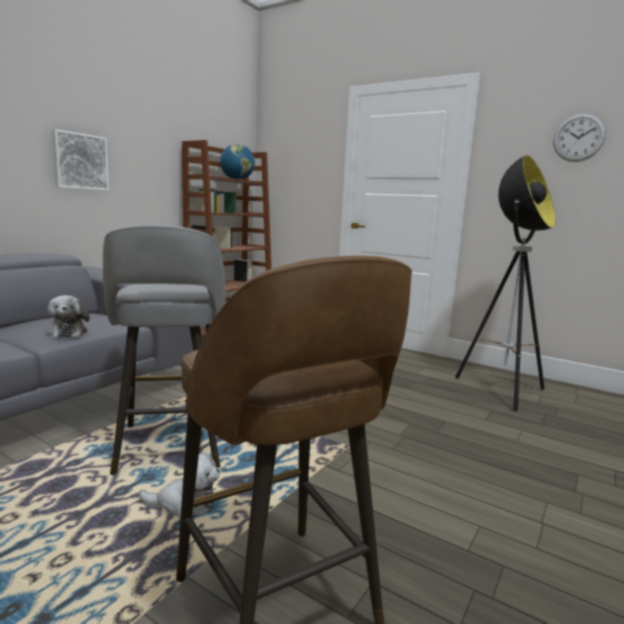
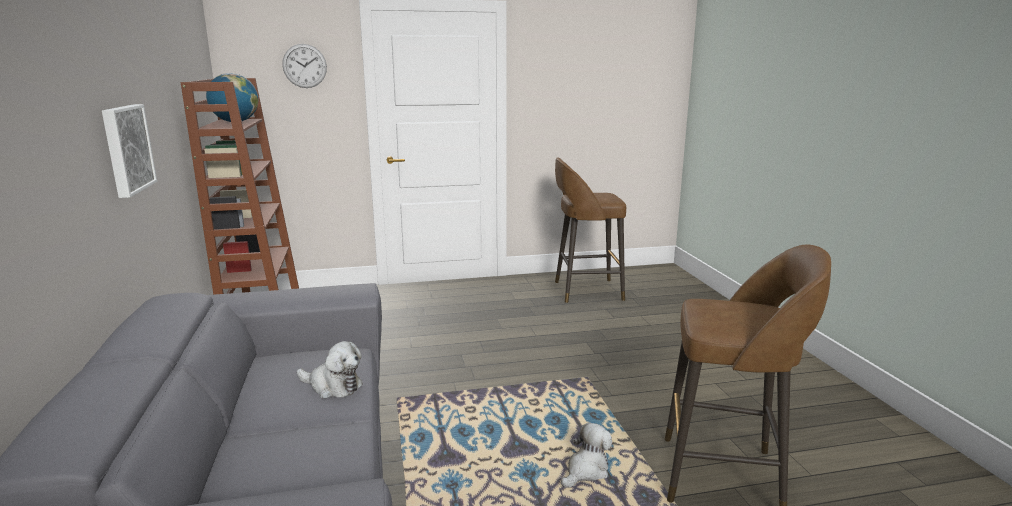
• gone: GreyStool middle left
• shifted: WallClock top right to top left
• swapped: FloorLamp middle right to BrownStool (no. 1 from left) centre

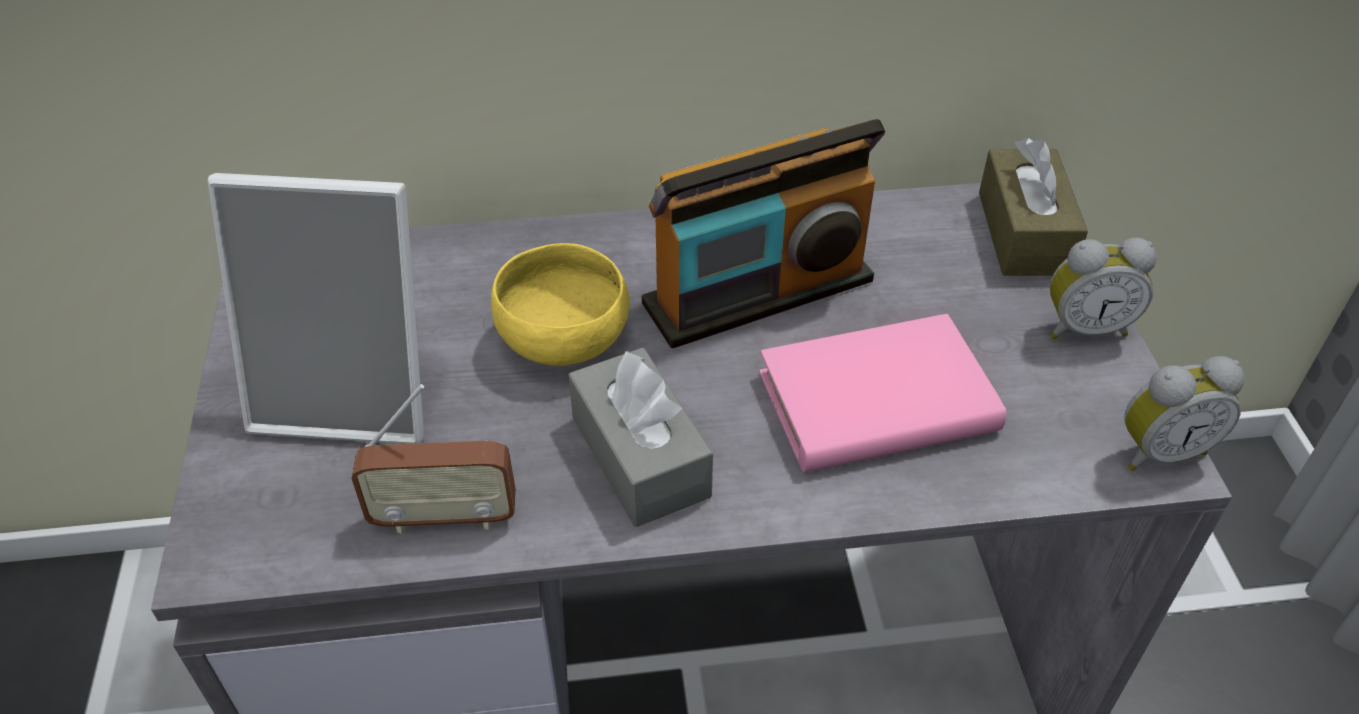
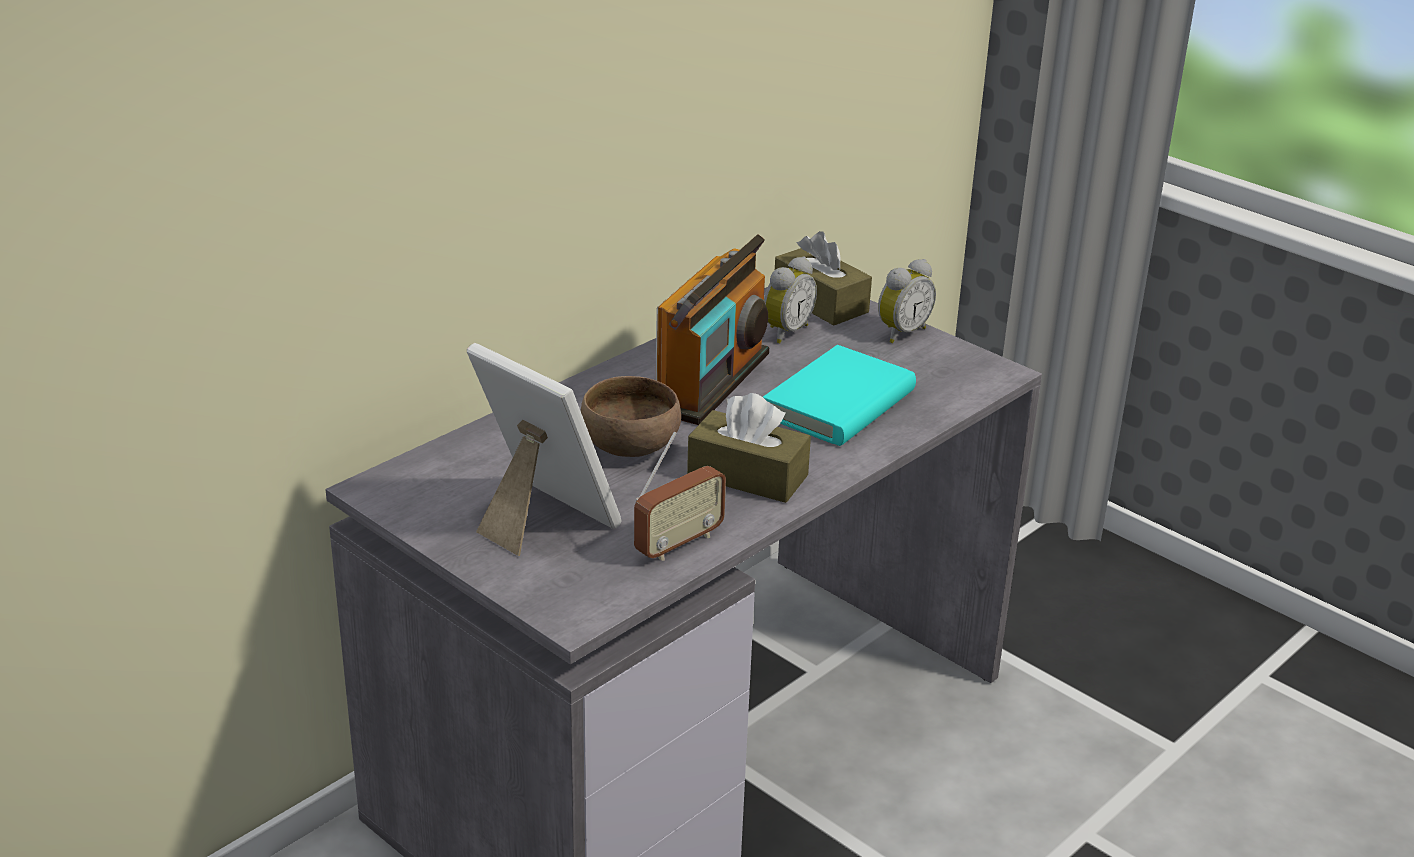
• shifted: AlarmClock (no. 2 from left in the first image) middle right to AlarmClock (no. 1 from left) centre
• repainted: YellowBowl centre to BrownBowl centre
• repainted: GreyTissueBox centre to BrownTissueBox (no. 1 from left) centre
• repainted: PinkBook centre to TurquoiseBook centre
• rotated: PictureFrame middle left = centre 105 degrees counterclockwise

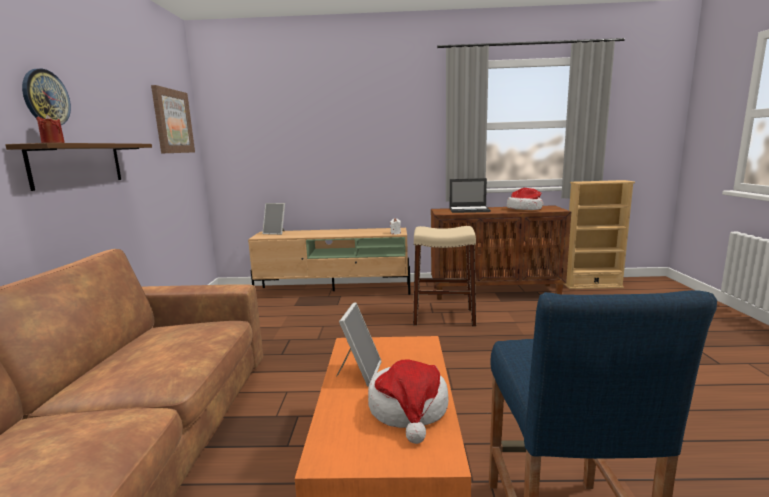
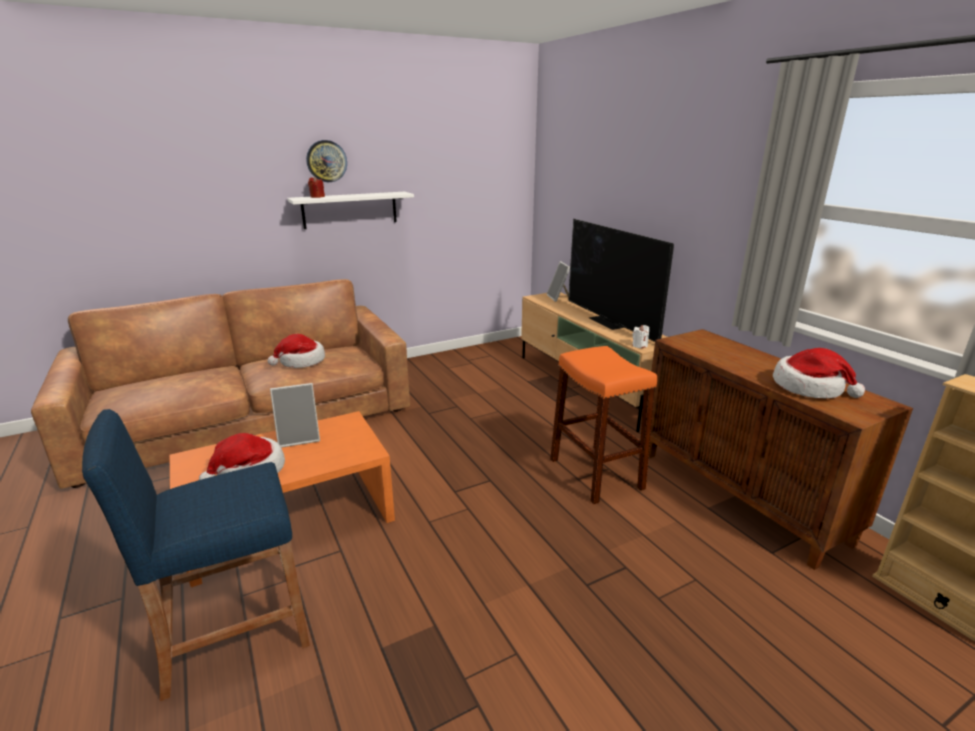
• gone: Picture top left
• gone: Laptop centre
• new: Hat (no. 2 from left) middle left
• new: Television centre
• repainted: BrownShelf middle left to WhiteShelf top centre
• repainted: BeigeStool centre to OrangeStool centre

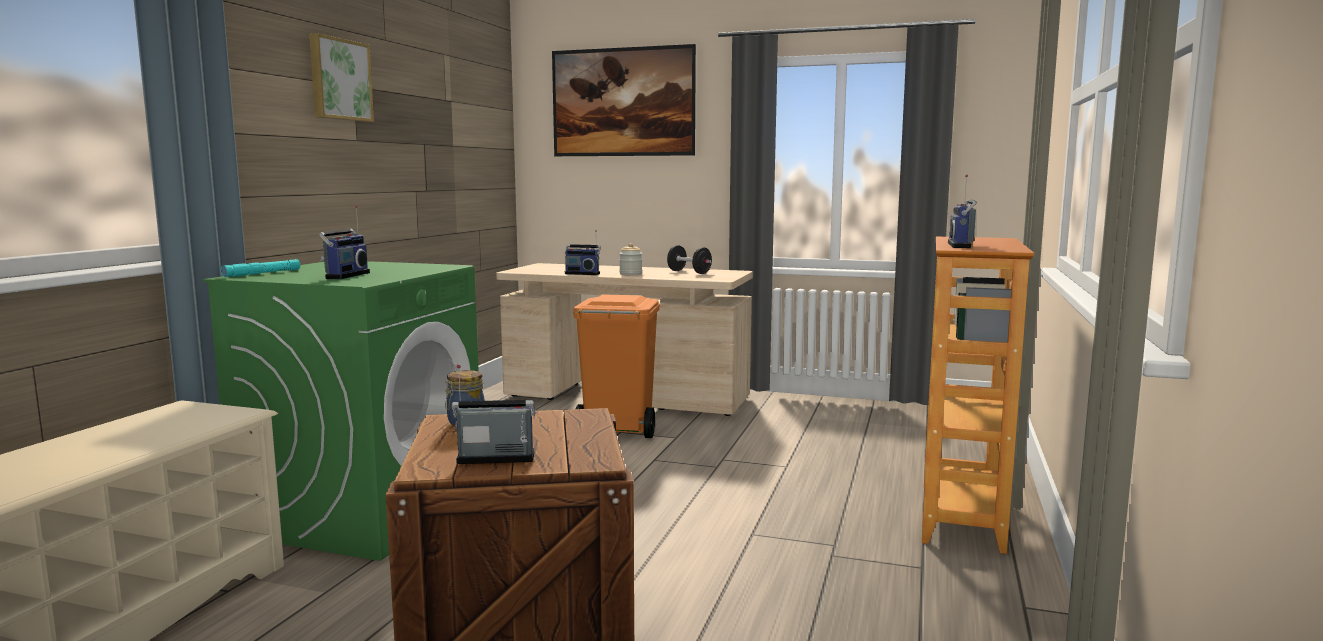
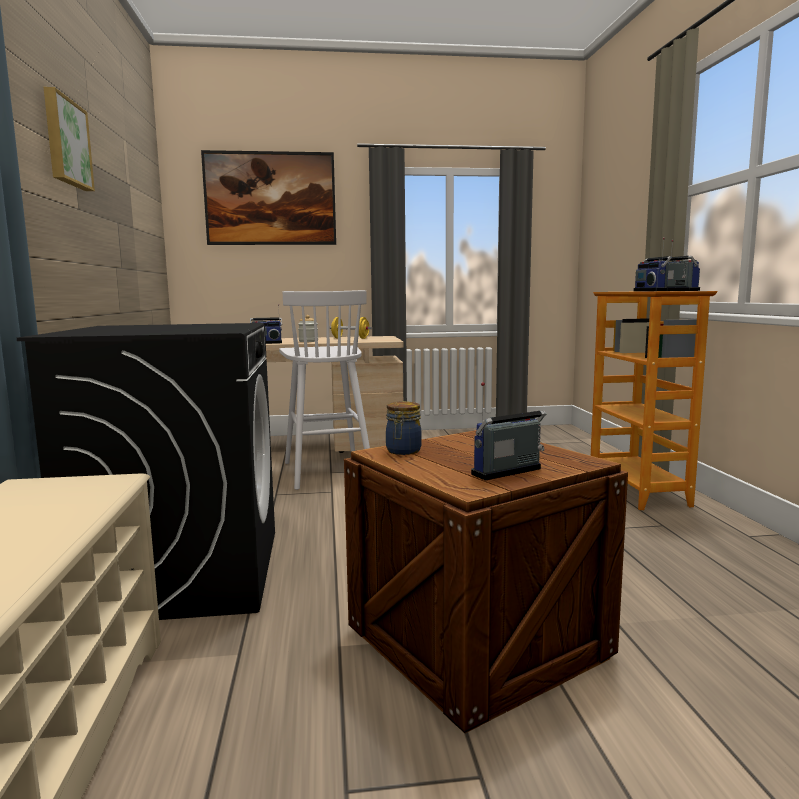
• gone: TurquoiseFlashlight middle left
• shifted: Radio (no. 1 from left in the first image) middle left to Radio (no. 4 from left) top right
• swapped: OrangeTrashCan centre to WhiteStool centre
• repainted: GreenWashingMachine middle left to BlackWashingMachine middle left
• repainted: BlackDumbbell centre to YellowDumbbell centre

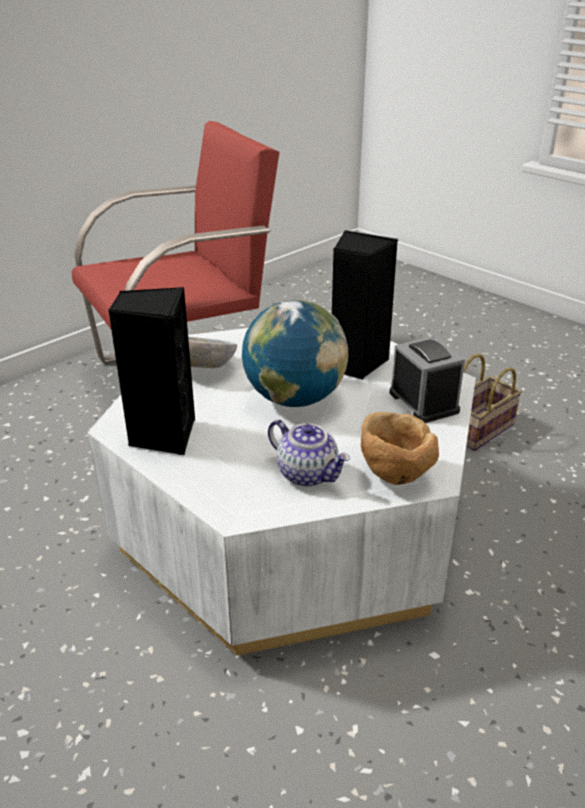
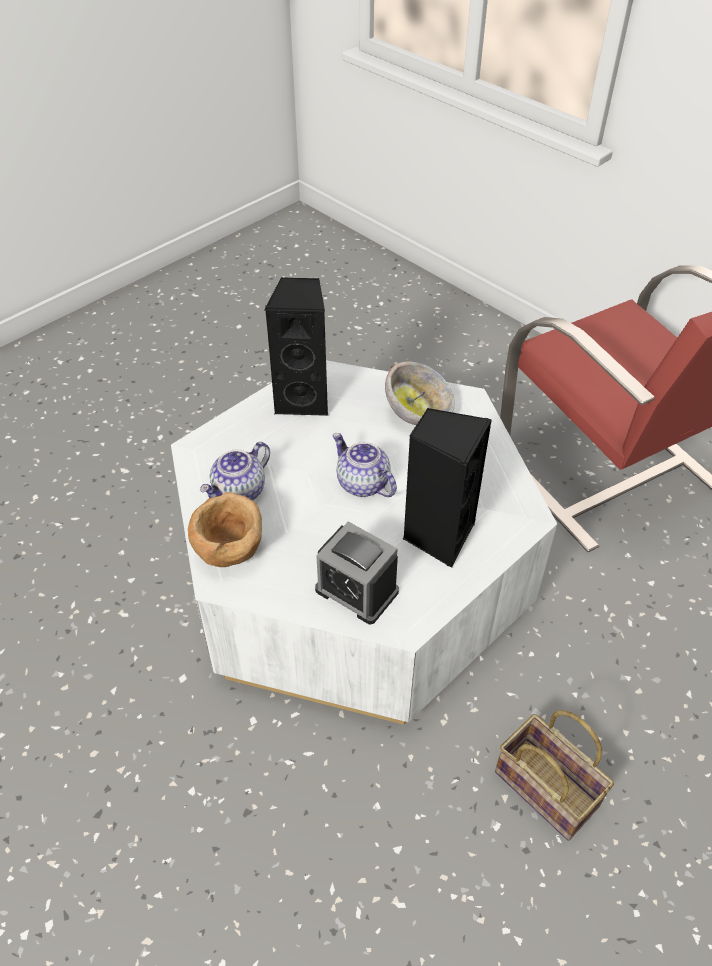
• swapped: Globe centre to Teapot (no. 2 from left) centre
• rotated: AlarmClock middle right = centre 60 degrees clockwise

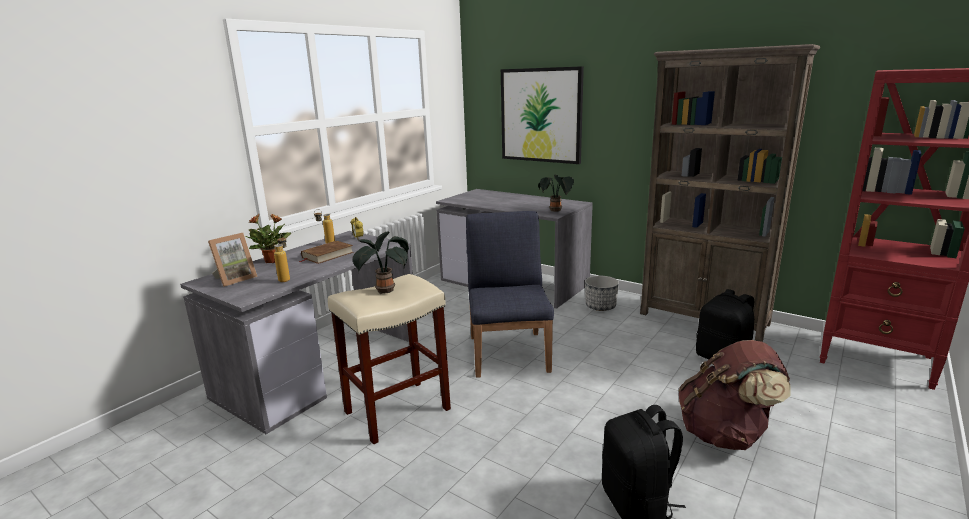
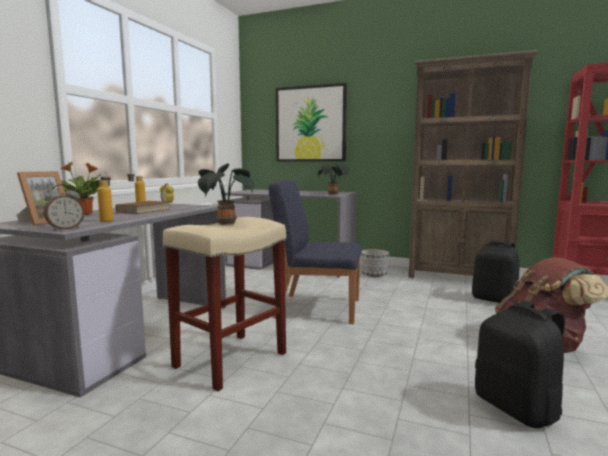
• new: AlarmClock (no. 1 from left) middle left
• rotated: BlueChair centre = centre 60 degrees counterclockwise

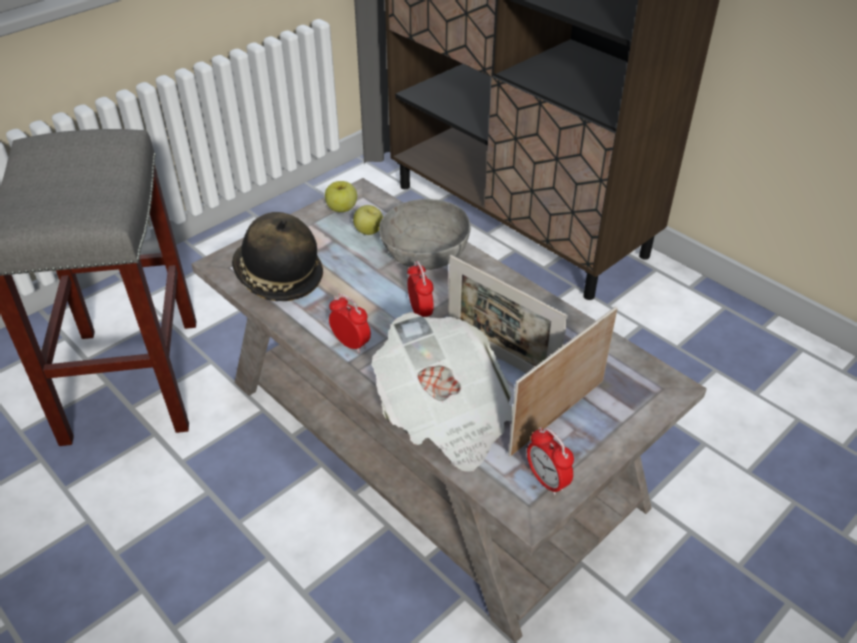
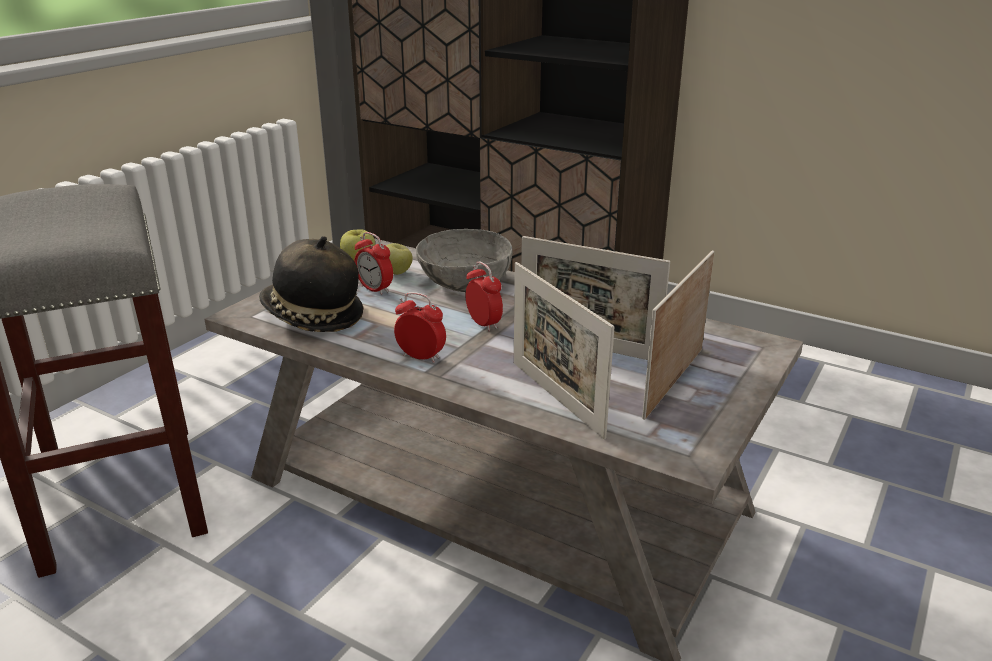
• shifted: AlarmClock (no. 3 from left in the first image) bottom centre to AlarmClock (no. 1 from left) centre
• swapped: Newspaper centre to PictureFrame (no. 1 from left) centre

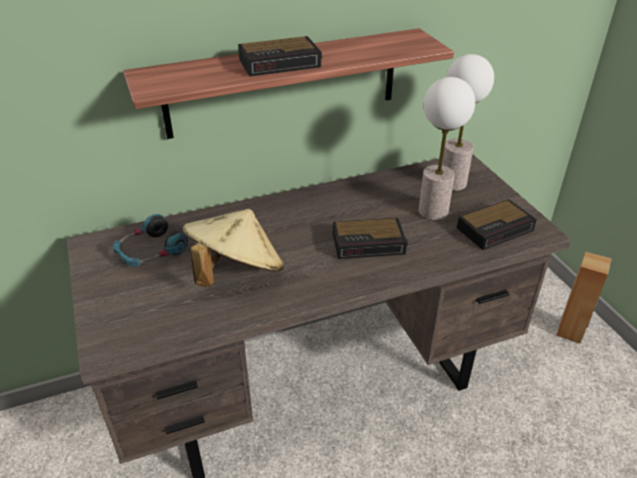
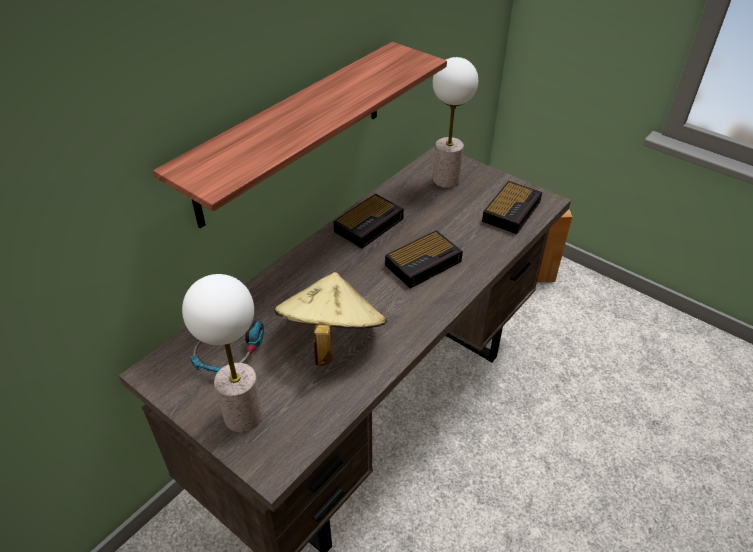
• shifted: AlarmClock (no. 1 from left) top centre to centre
• shifted: TableLamp (no. 1 from left) top right to middle left

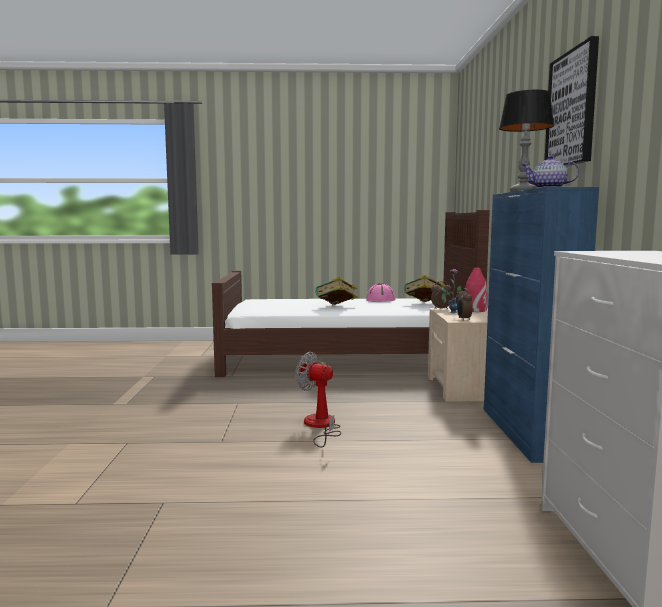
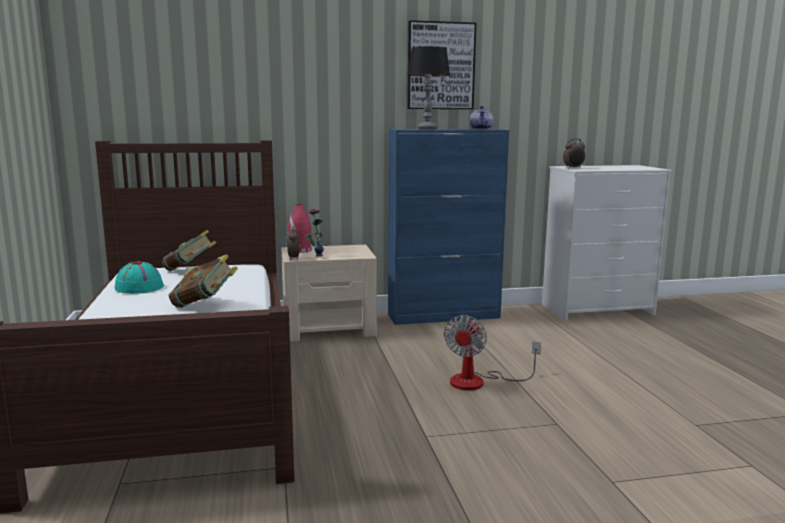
• shifted: AlarmClock (no. 2 from left) middle right to top right
• repainted: PinkHat centre to TurquoiseHat middle left

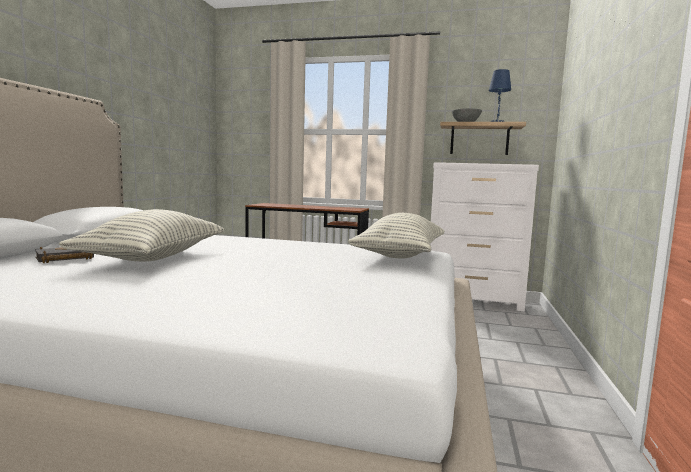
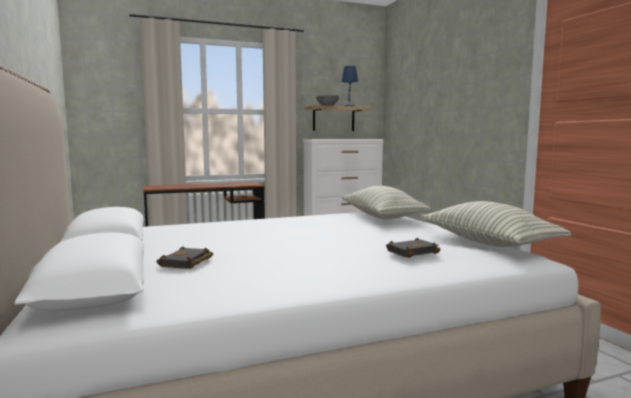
• new: BlackBook (no. 2 from left) centre
• shifted: Pillow (no. 1 from left in the first image) middle left to Pillow (no. 2 from left) middle right

